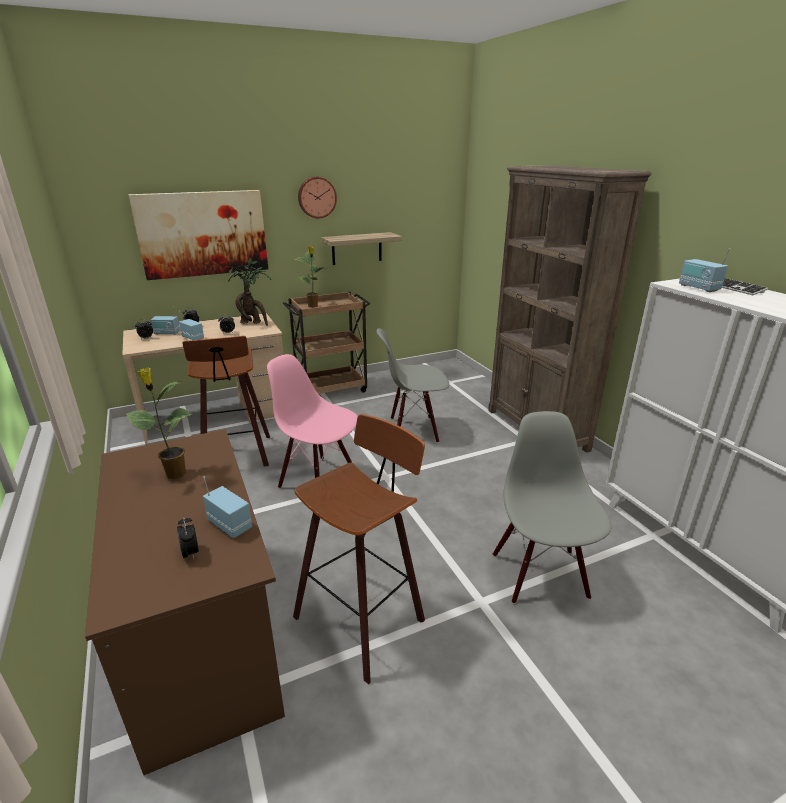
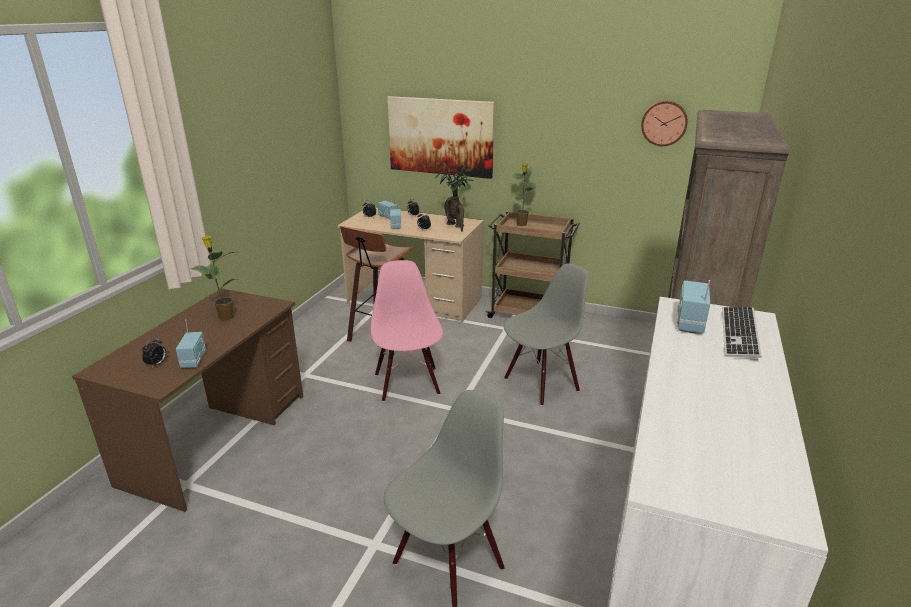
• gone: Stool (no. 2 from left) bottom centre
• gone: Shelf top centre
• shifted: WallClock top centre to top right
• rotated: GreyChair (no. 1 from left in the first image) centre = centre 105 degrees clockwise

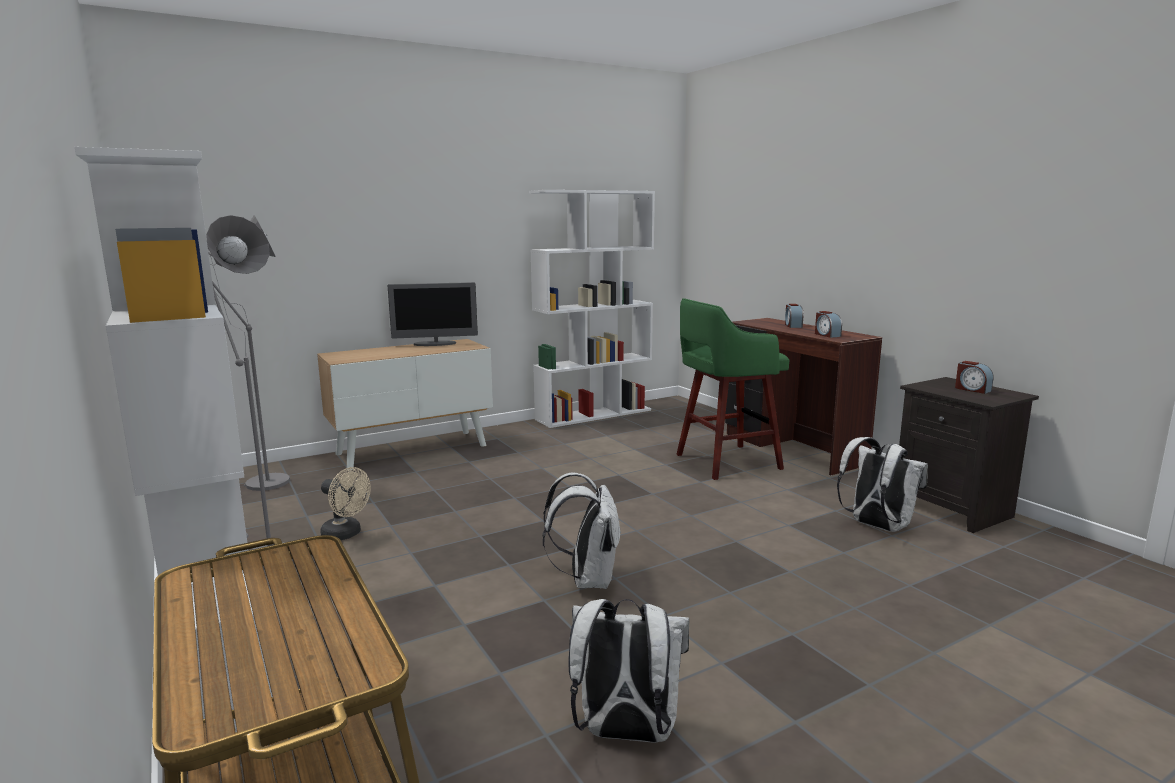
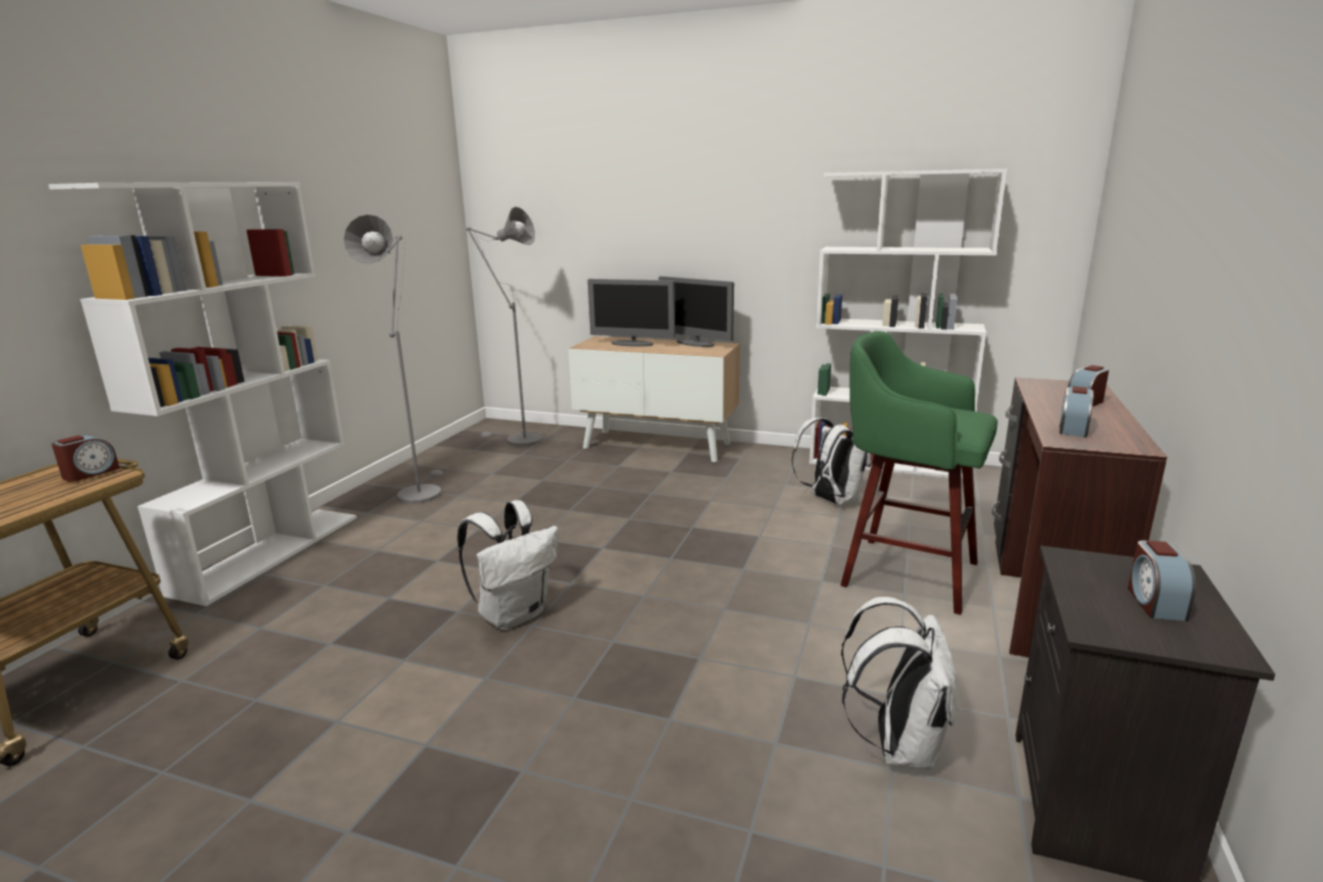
• gone: BeigeFan middle left
• new: AlarmClock (no. 1 from left) middle left
• new: Monitor (no. 1 from left) centre
• shifted: WhiteBackpack (no. 2 from left) bottom centre to centre

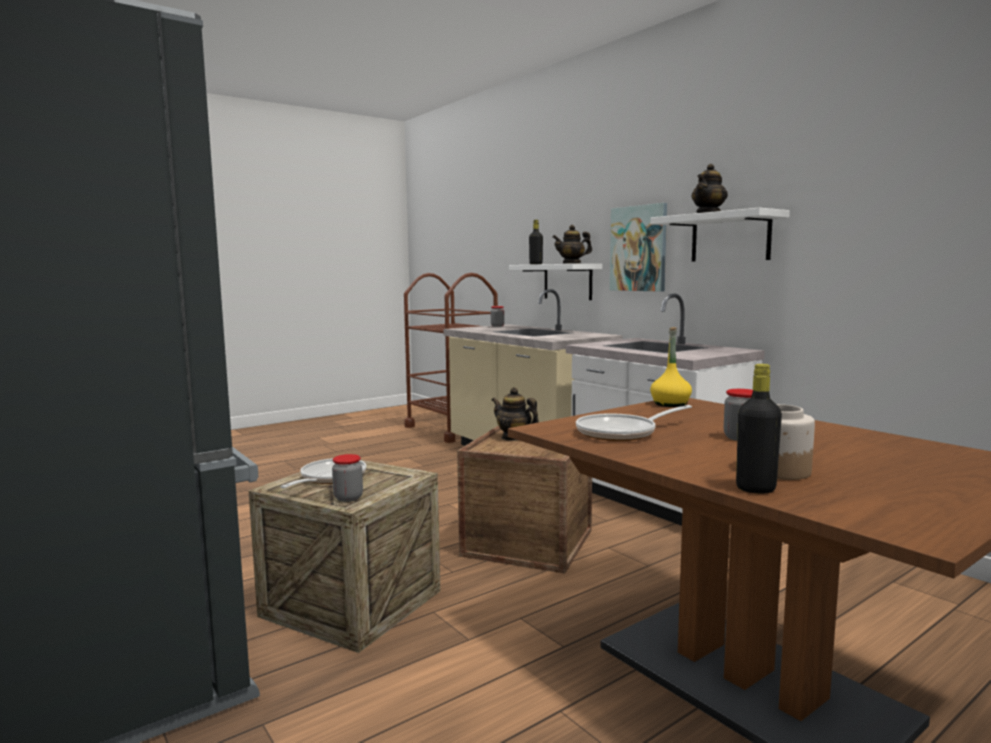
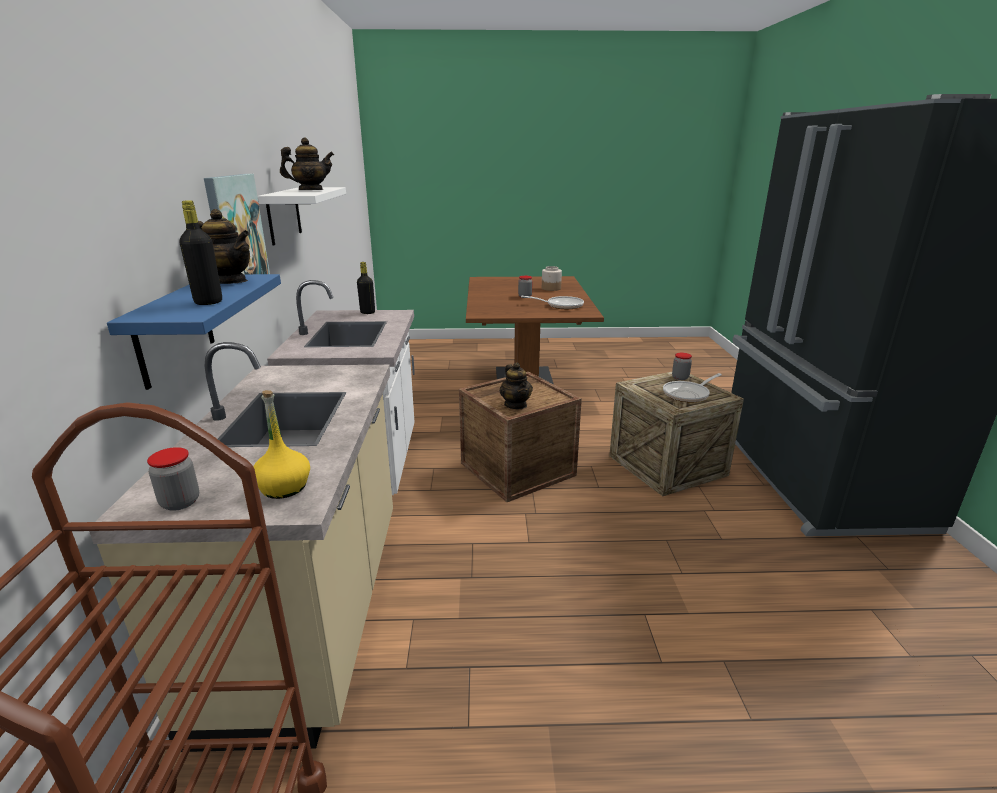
• shifted: YellowBottle middle right to middle left
• shifted: BlackBottle (no. 2 from left) middle right to centre
• repainted: WhiteShelf (no. 1 from left) centre to BlueShelf middle left

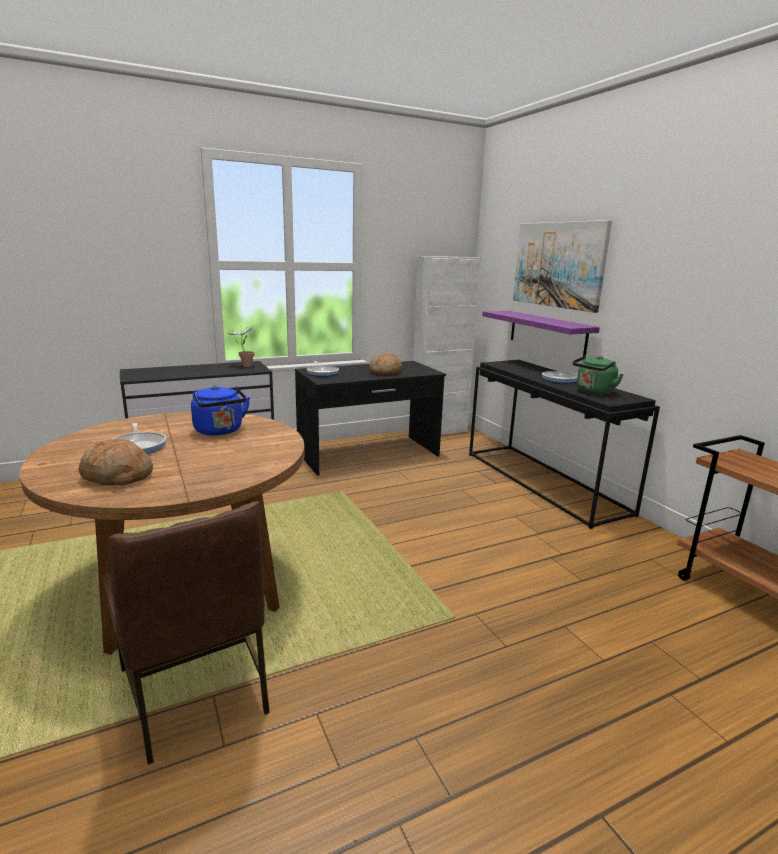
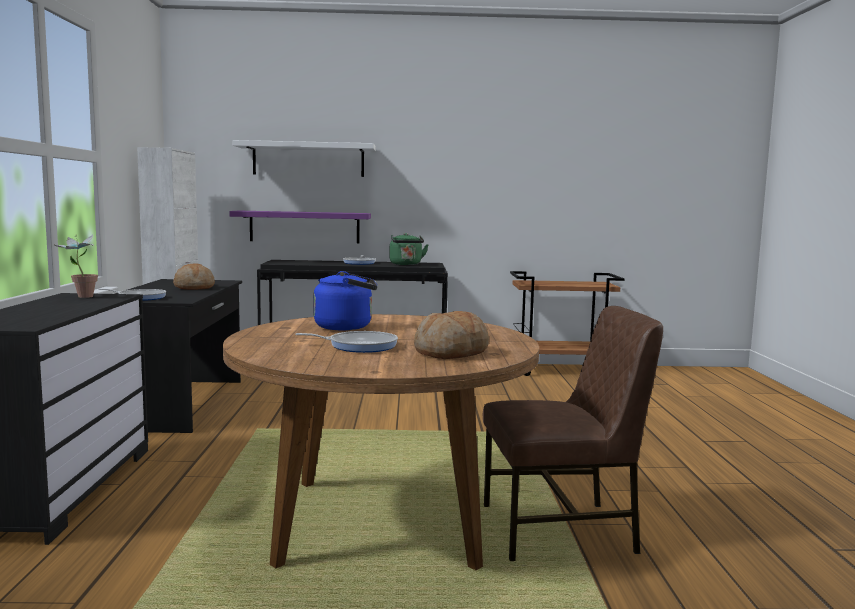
• swapped: Picture top right to WhiteShelf top centre

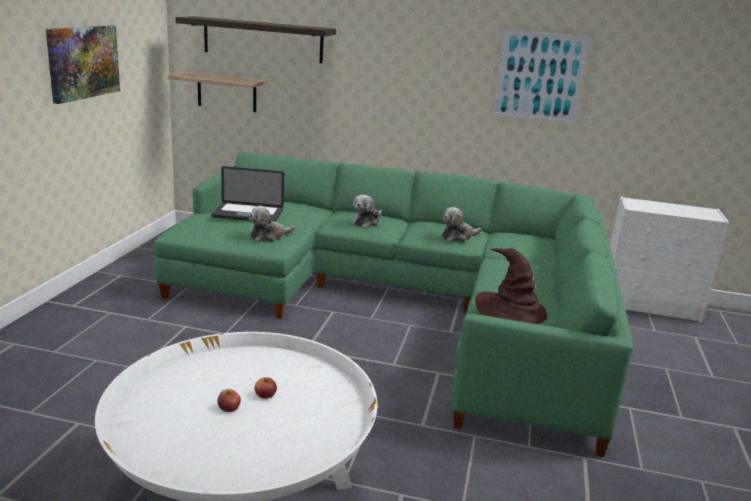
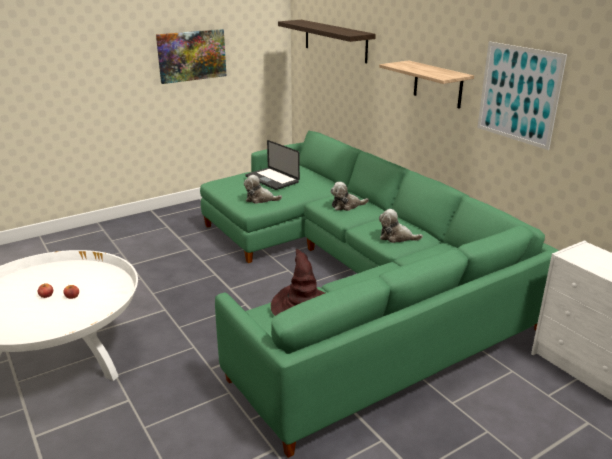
• shifted: Shelf (no. 1 from left in the first image) top left to Shelf (no. 2 from left) top right

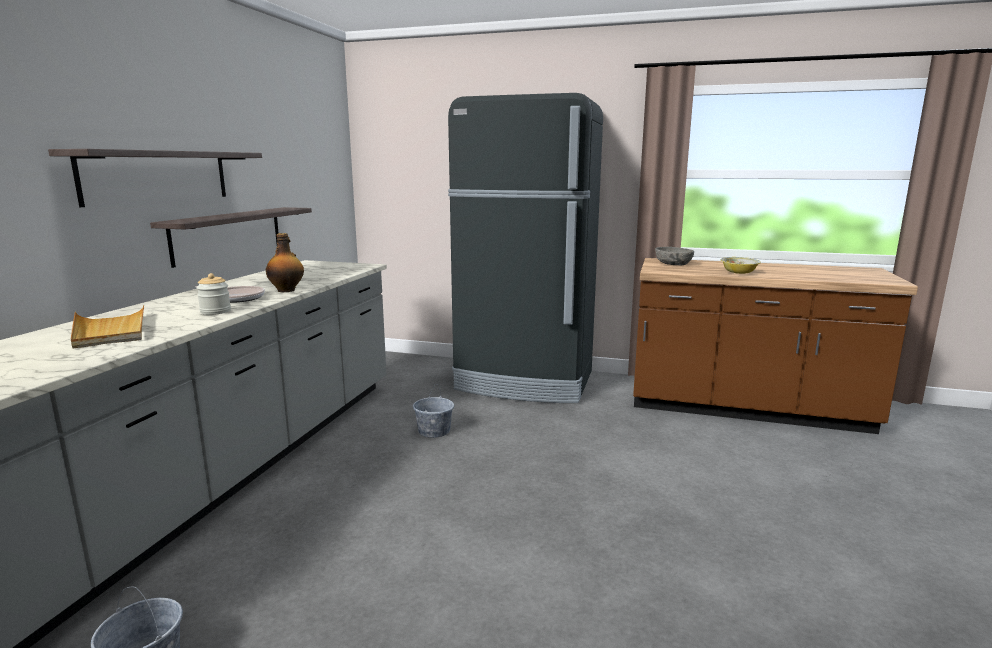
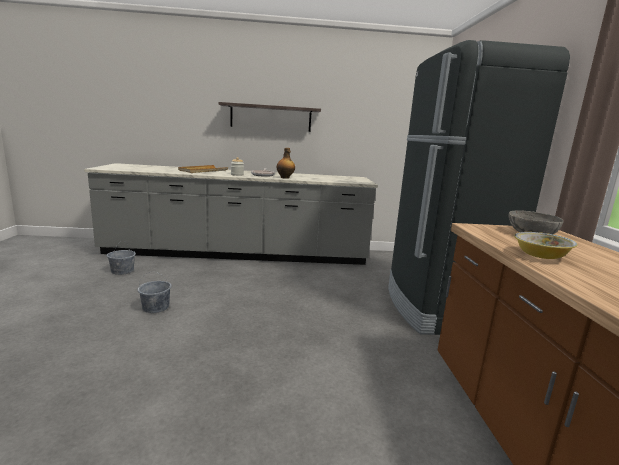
• gone: Shelf (no. 2 from left) middle left
• shifted: GreyBucket (no. 2 from left) centre to middle left

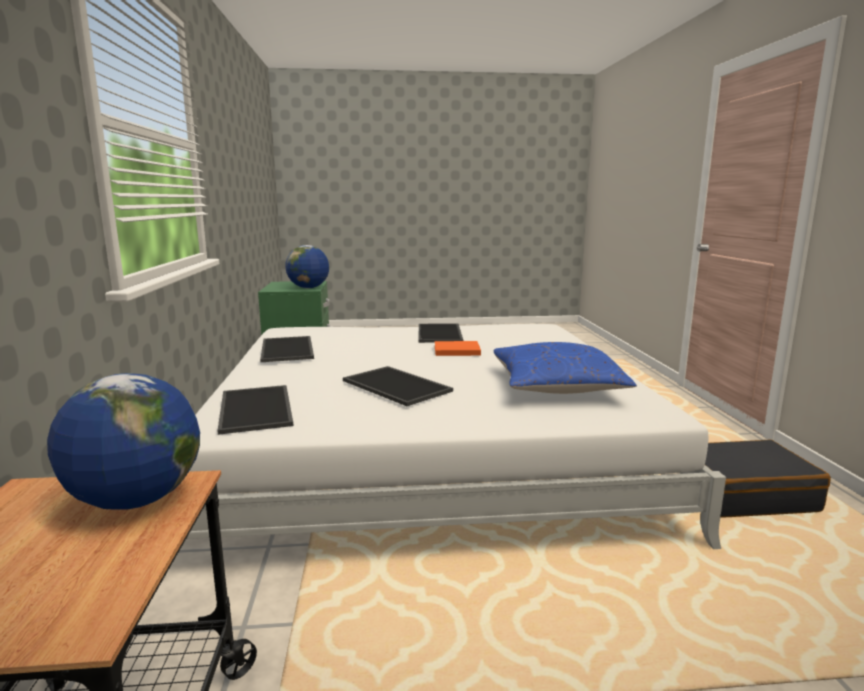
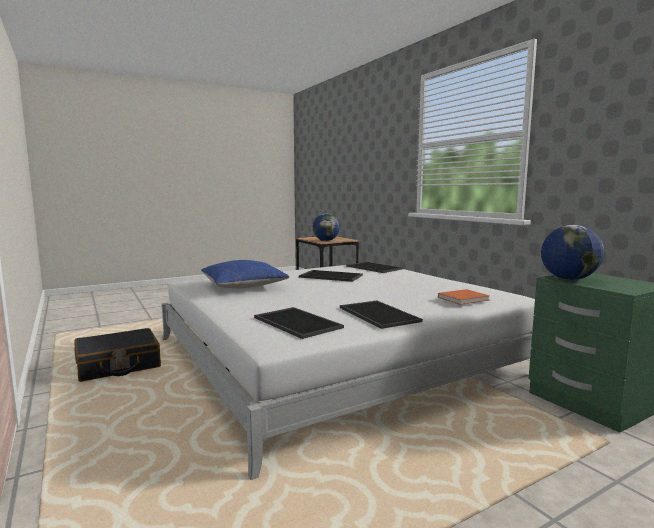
• shifted: Tray (no. 2 from left in the first image) middle left to Tray (no. 1 from left) centre
• shifted: OrangeBook centre to middle right

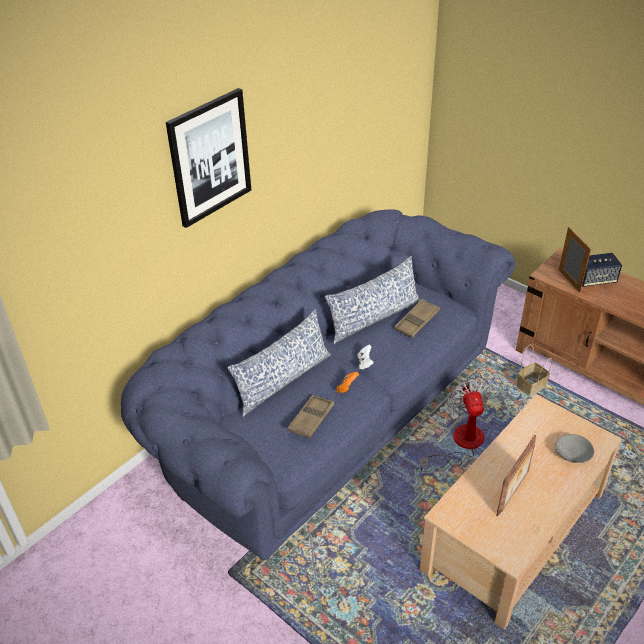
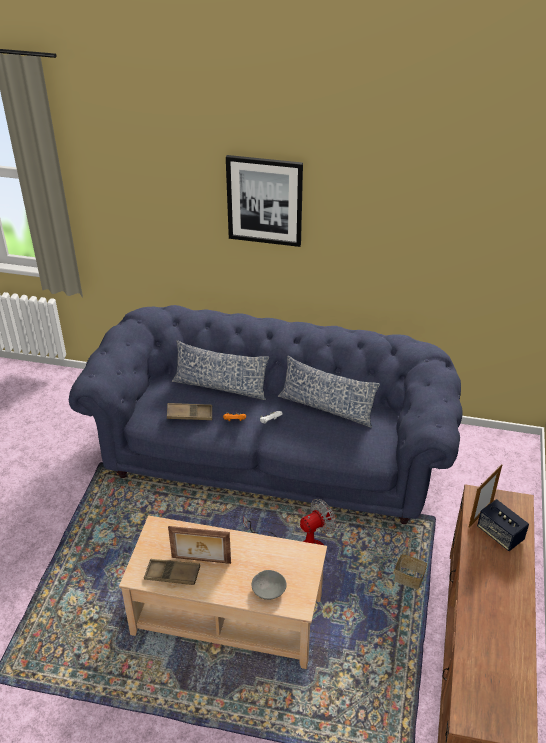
• shifted: BrownTray (no. 2 from left in the first image) centre to BrownTray (no. 1 from left) bottom left

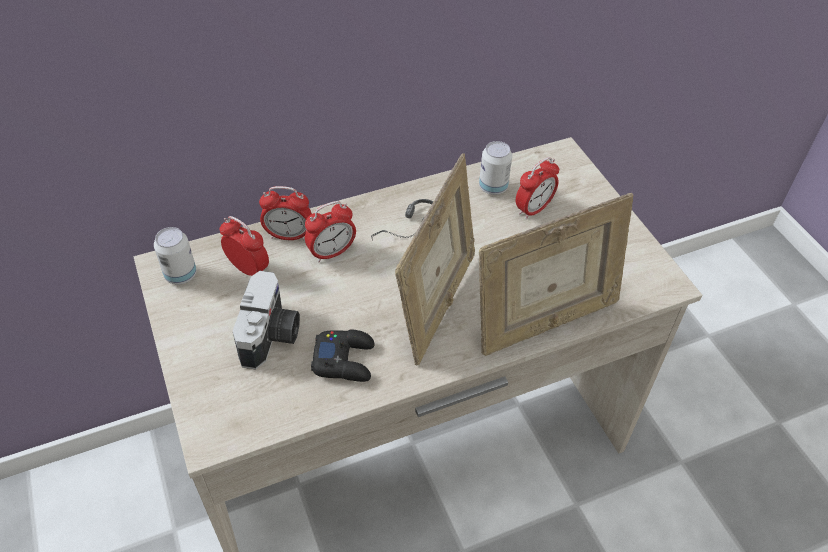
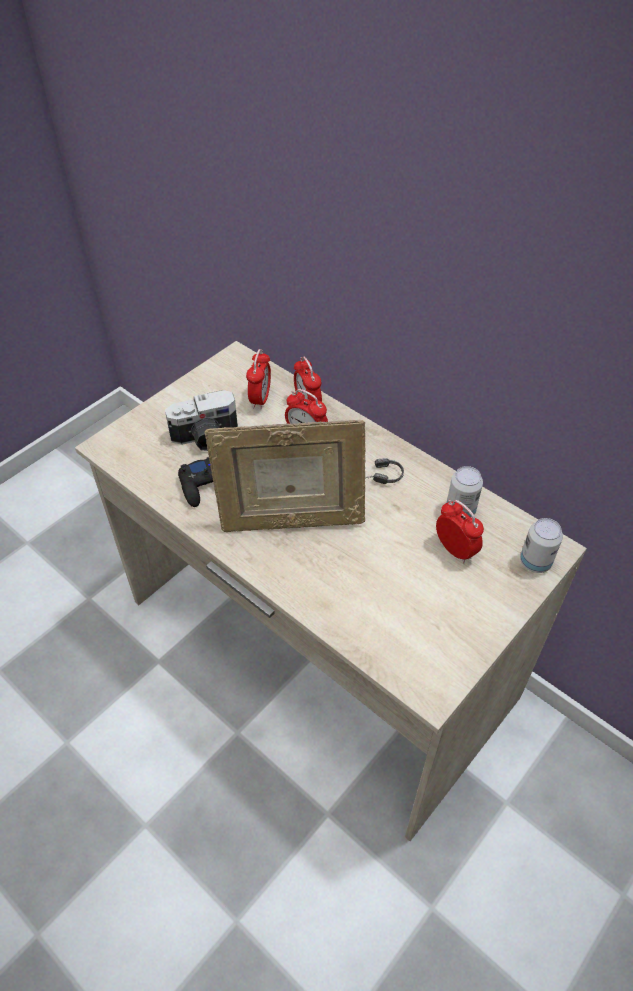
• gone: PictureFrame (no. 2 from left) middle right
• shifted: Can (no. 1 from left in the first image) middle left to Can (no. 2 from left) middle right
• rotated: AlarmClock (no. 4 from left) centre = middle right 150 degrees counterclockwise

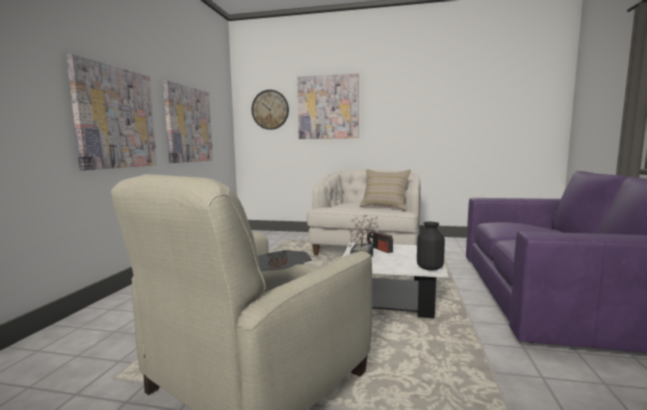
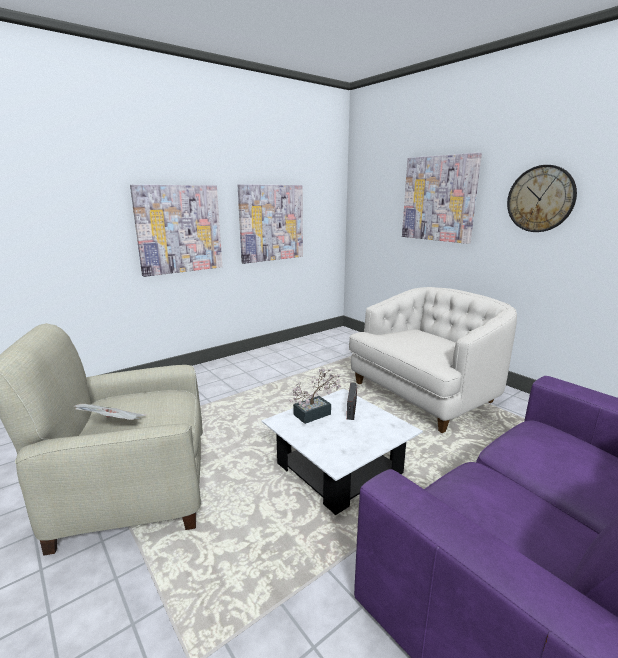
• gone: BeigePillow centre
• gone: BlackVase centre
• shifted: WallClock top centre to top right

